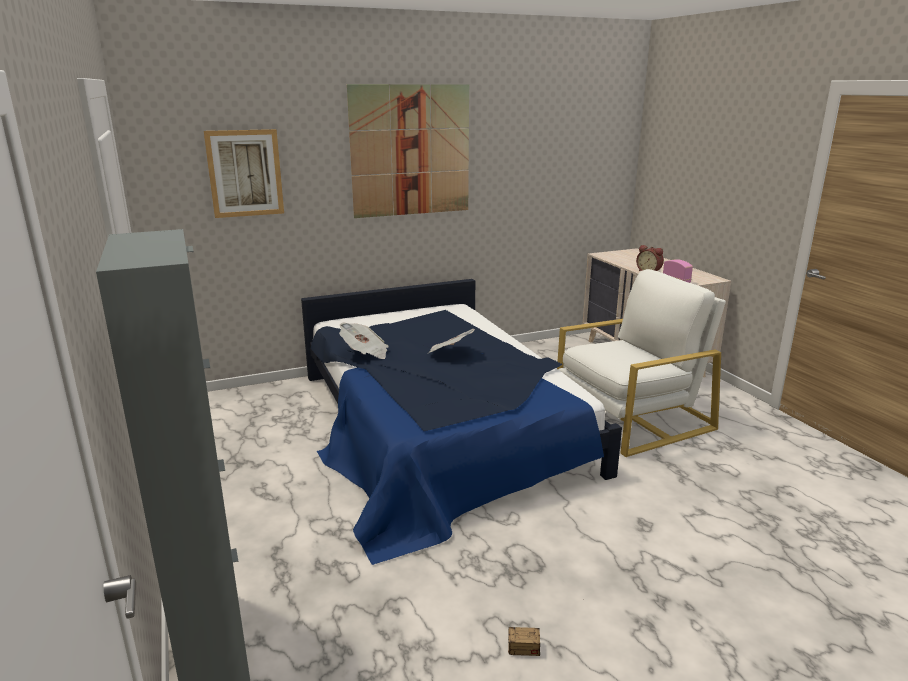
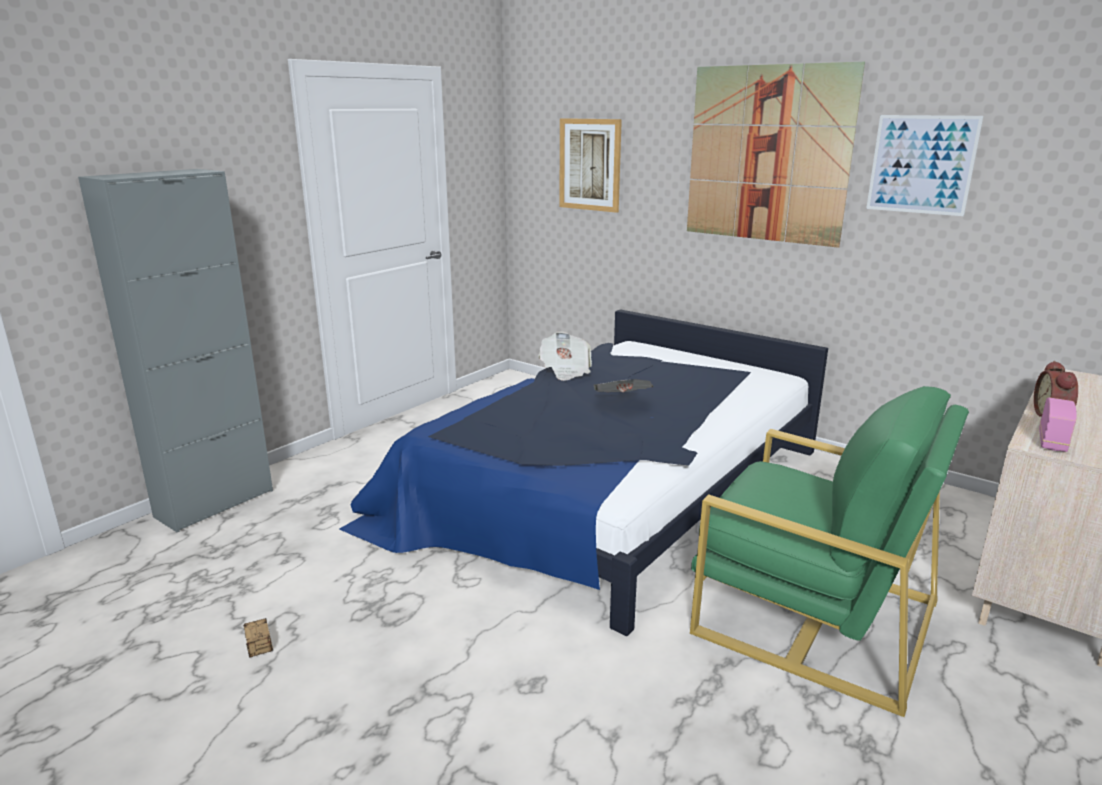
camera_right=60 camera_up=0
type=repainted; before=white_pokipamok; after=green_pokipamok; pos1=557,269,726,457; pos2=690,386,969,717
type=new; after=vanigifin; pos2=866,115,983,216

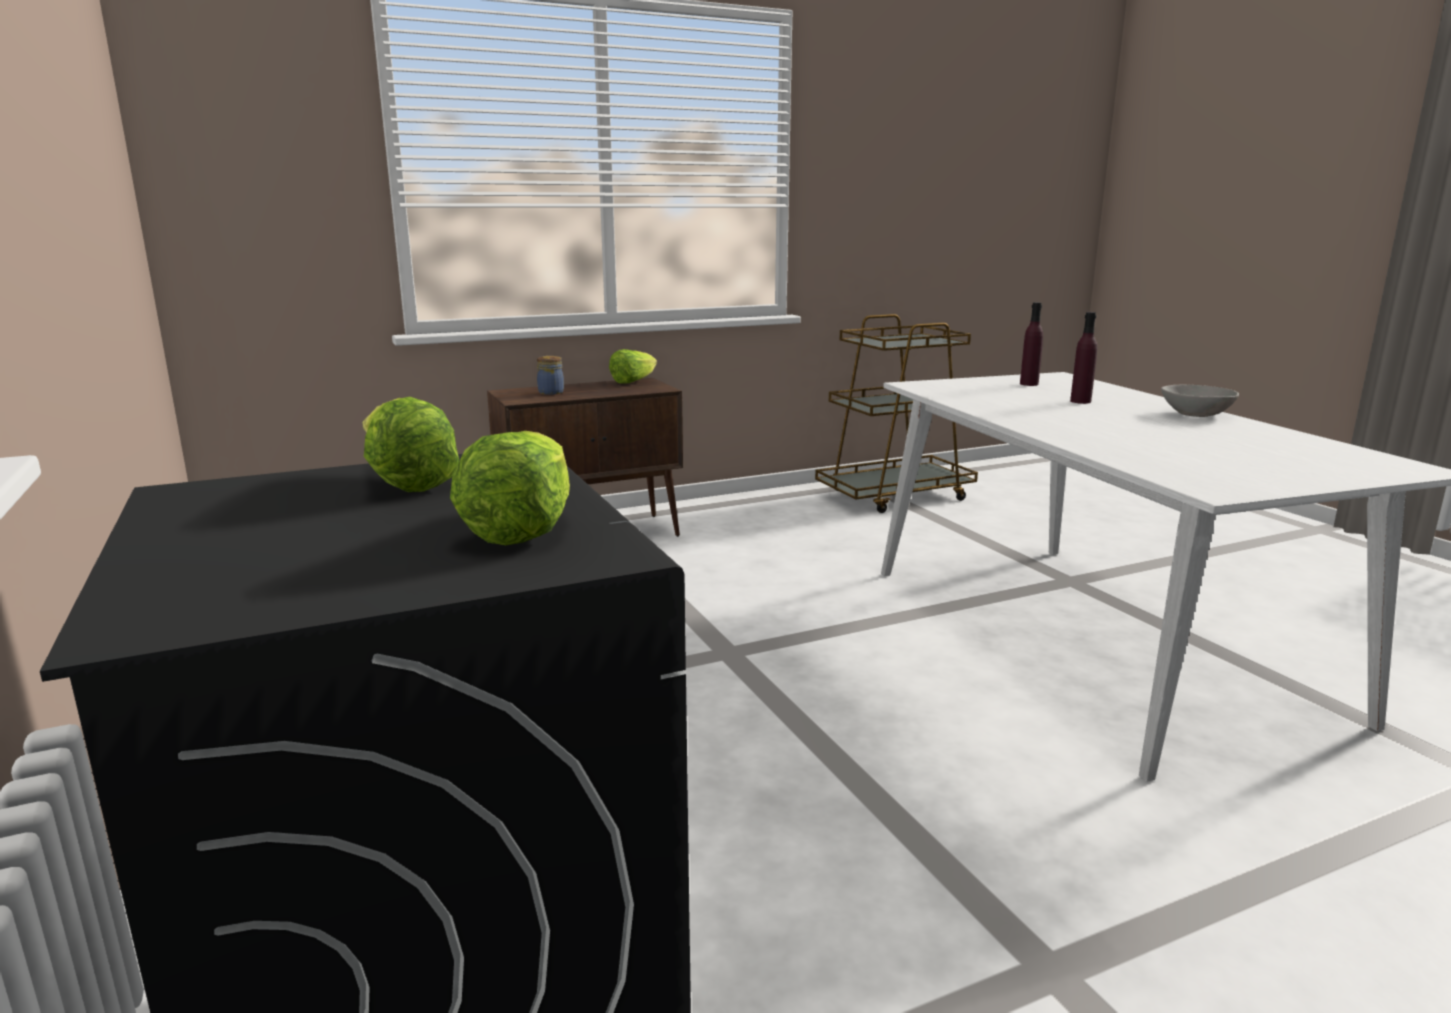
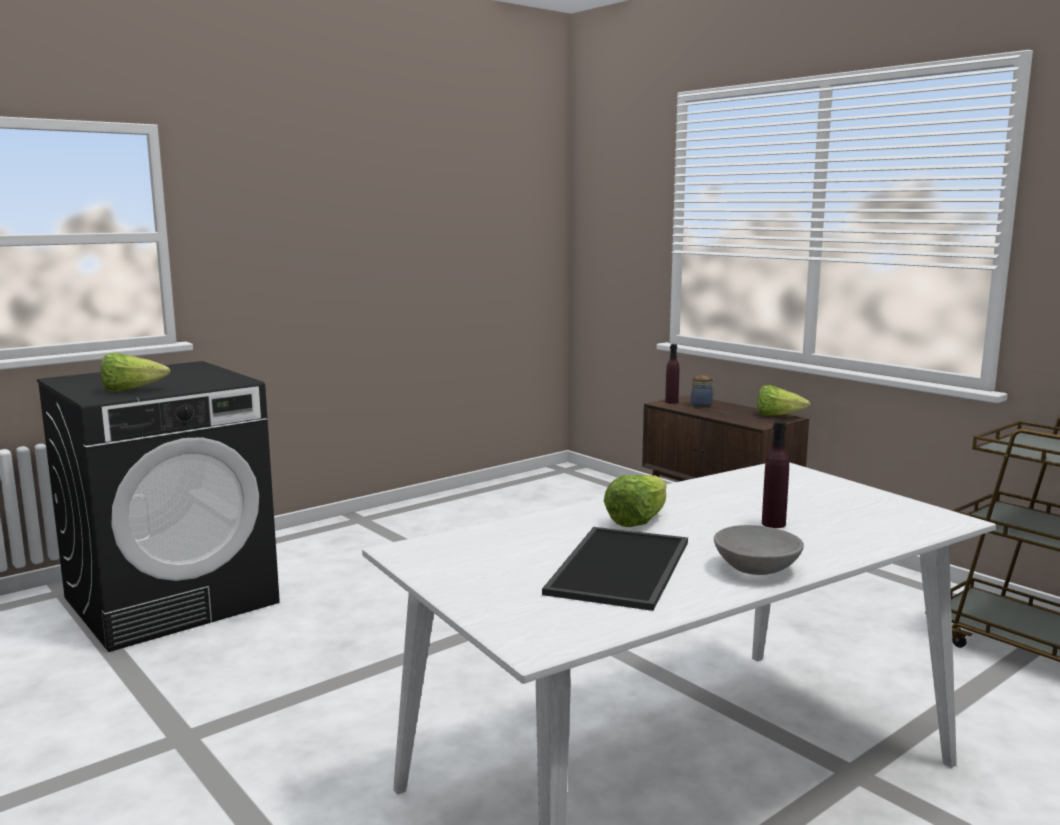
camera_right=75 camera_up=-5
type=shifted; before=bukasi; pos1=362,397,459,492; pos2=604,475,666,527
type=shifted; before=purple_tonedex; pos1=1020,302,1043,386; pos2=665,344,679,404
type=new; after=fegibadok; pos2=542,527,688,611

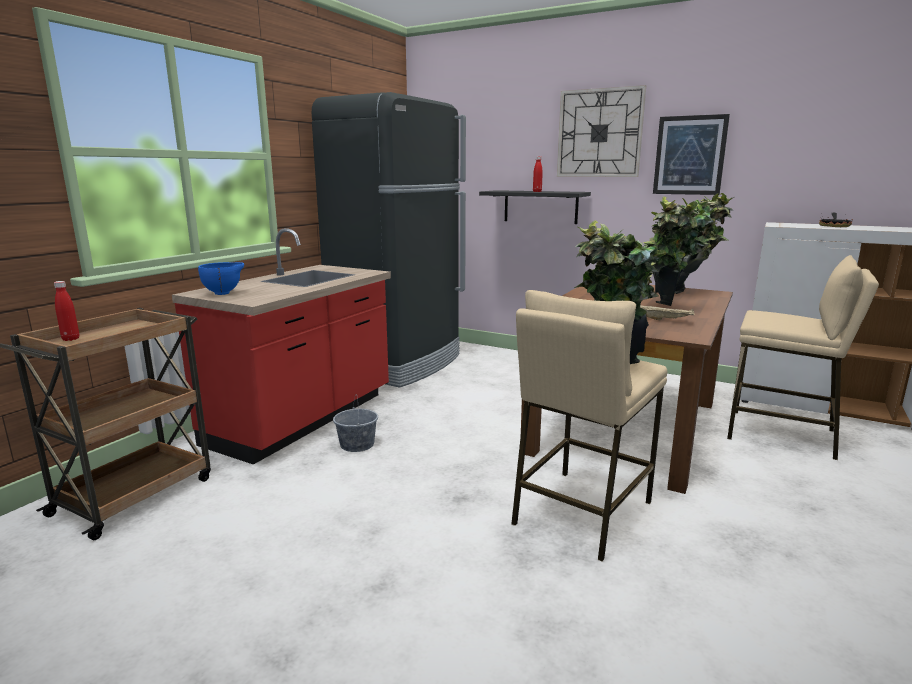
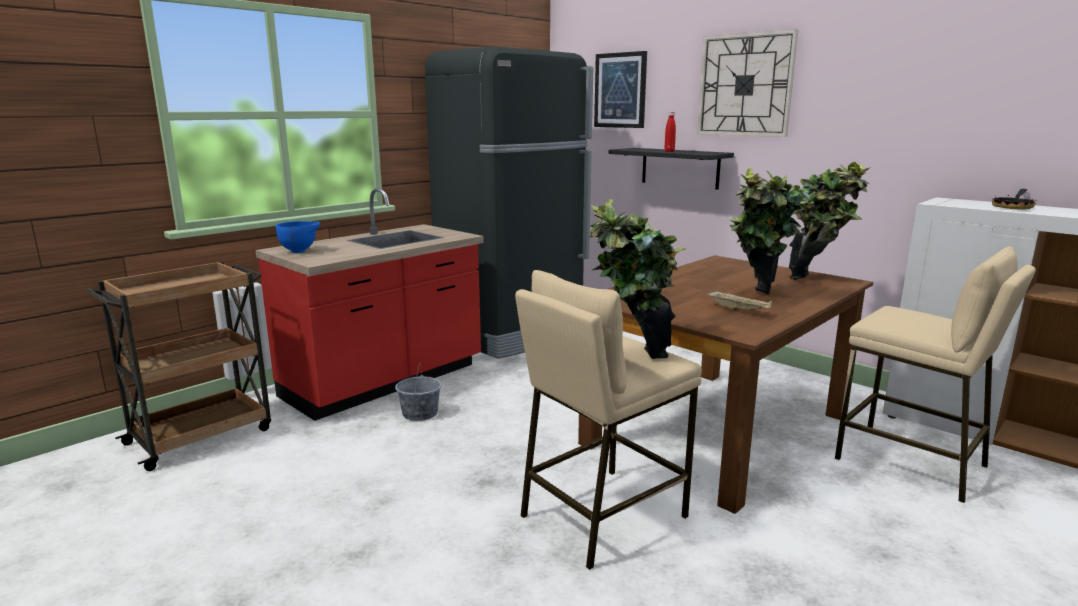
camera_right=15 camera_up=0
type=gone; before=red_tonedex; pos1=54,281,79,341
type=shifted; before=vanigifin; pos1=653,114,730,195; pos2=594,51,647,128

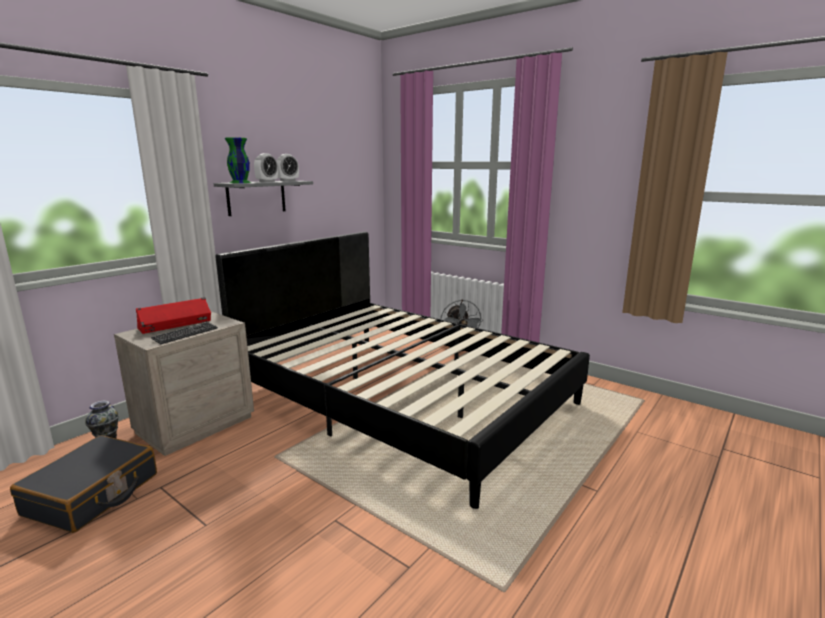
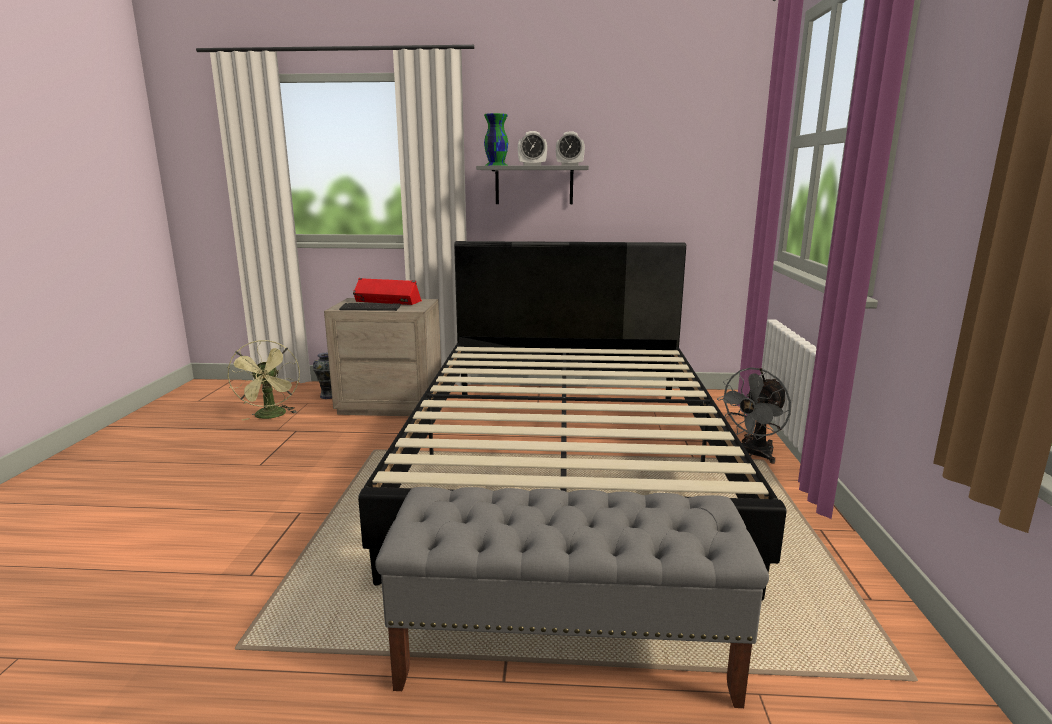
camera_right=55 camera_up=0
type=swapped; before=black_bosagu; after=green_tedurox; pos1=10,435,157,533; pos2=227,340,300,421
type=new; after=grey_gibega; pos2=375,487,769,708

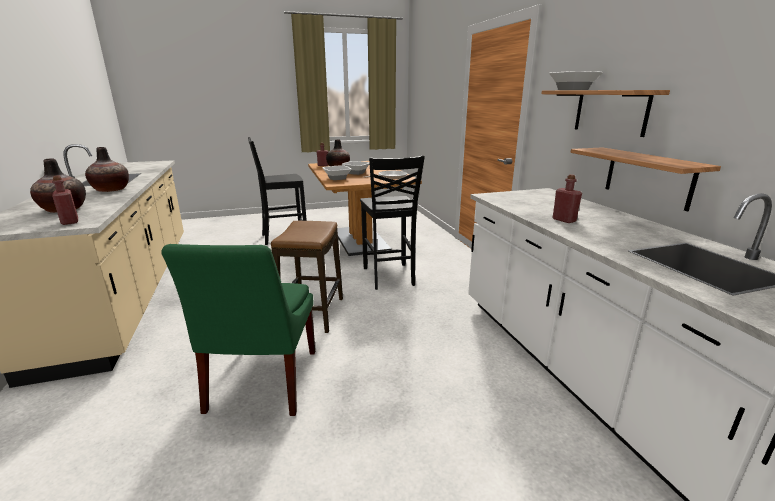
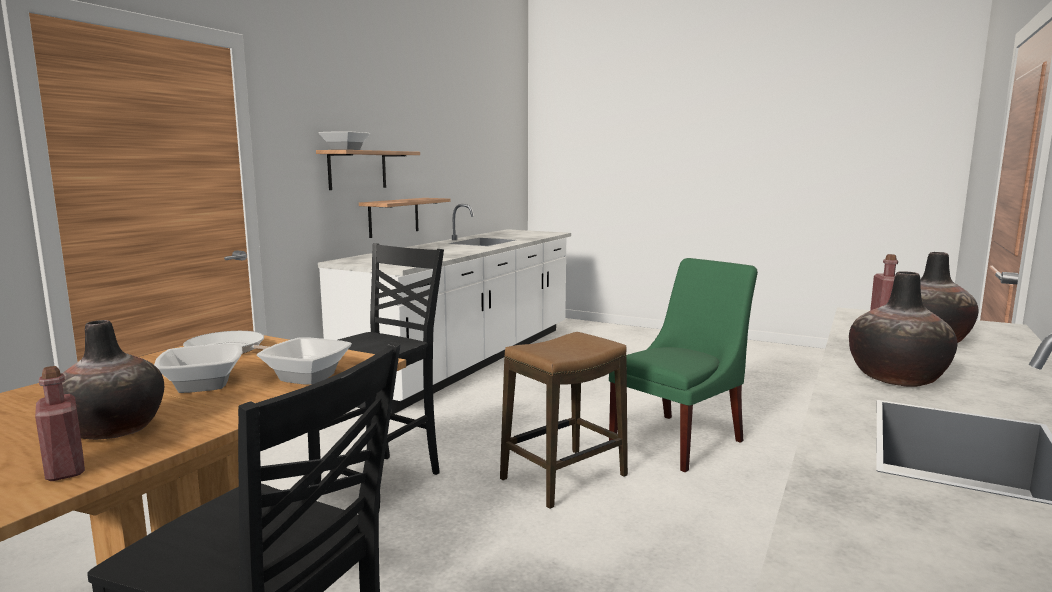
camera_right=-135 camera_up=-10
type=gone; before=red_tonedex; pos1=552,174,582,223

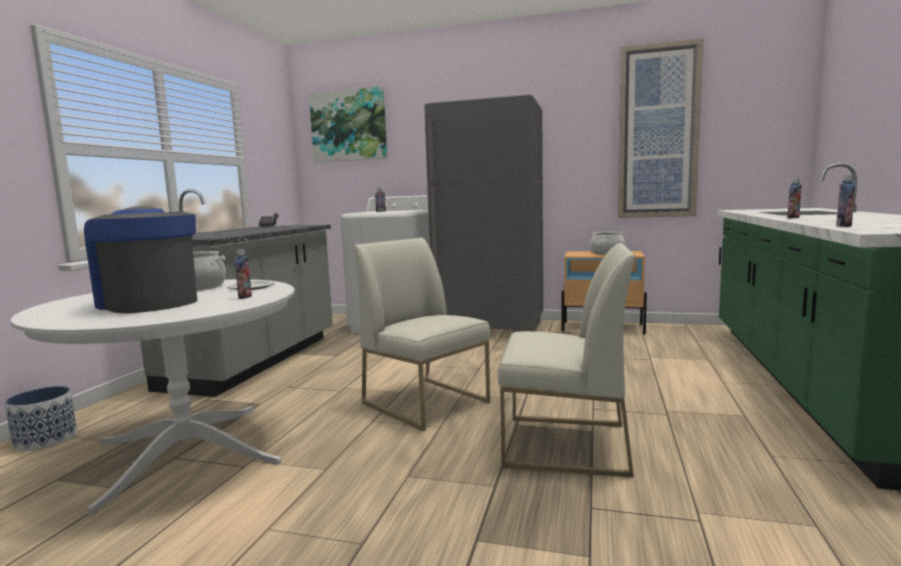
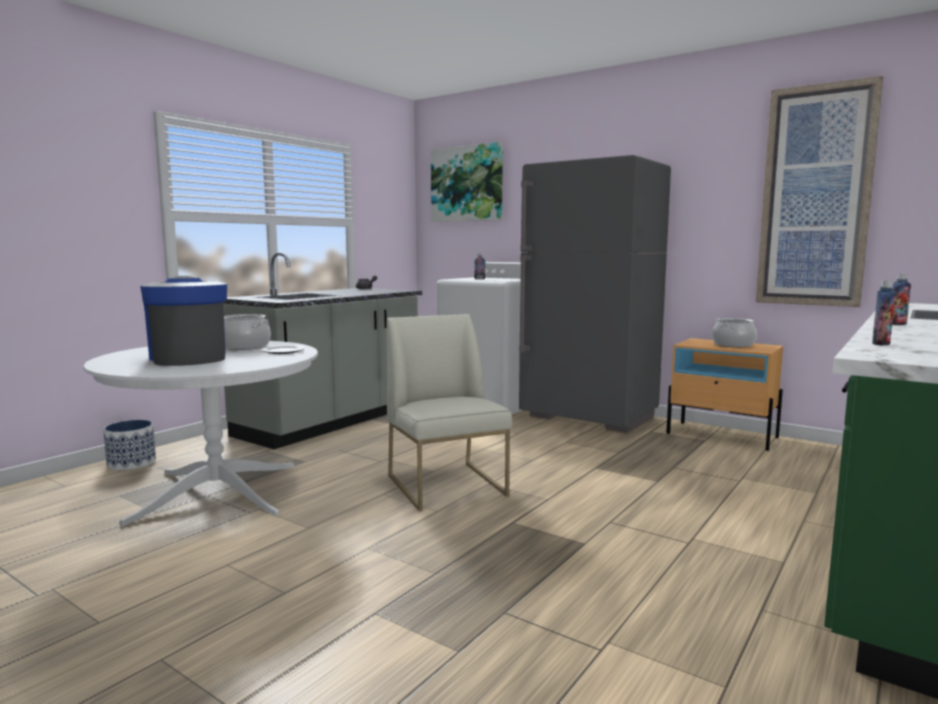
camera_right=20 camera_up=0
type=gone; before=tonedex; pos1=235,249,252,299
type=gone; before=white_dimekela; pos1=498,243,635,478

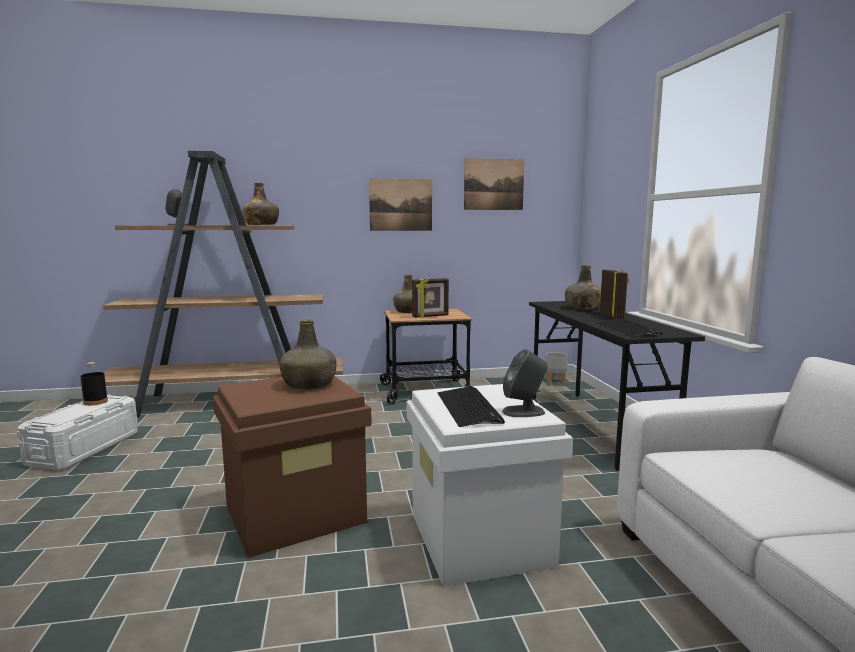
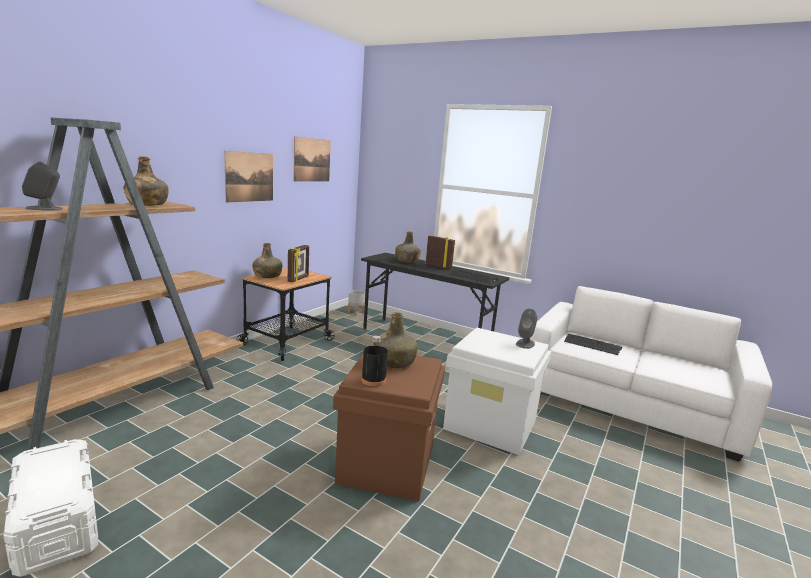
camera_right=-50 camera_up=5
type=shifted; before=black_tonedex; pos1=80,362,108,406; pos2=361,335,388,387
type=shifted; before=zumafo; pos1=438,386,505,427; pos2=564,334,622,355

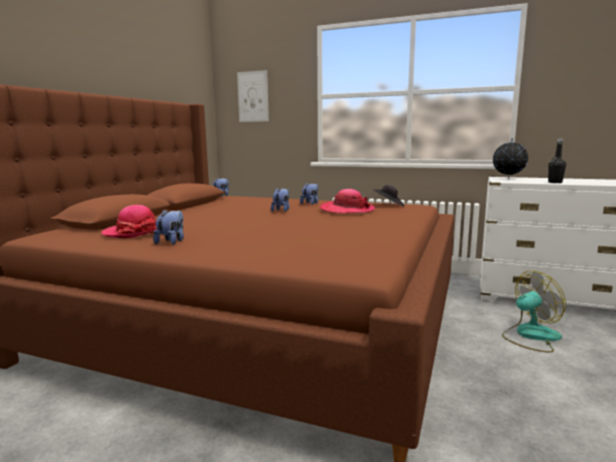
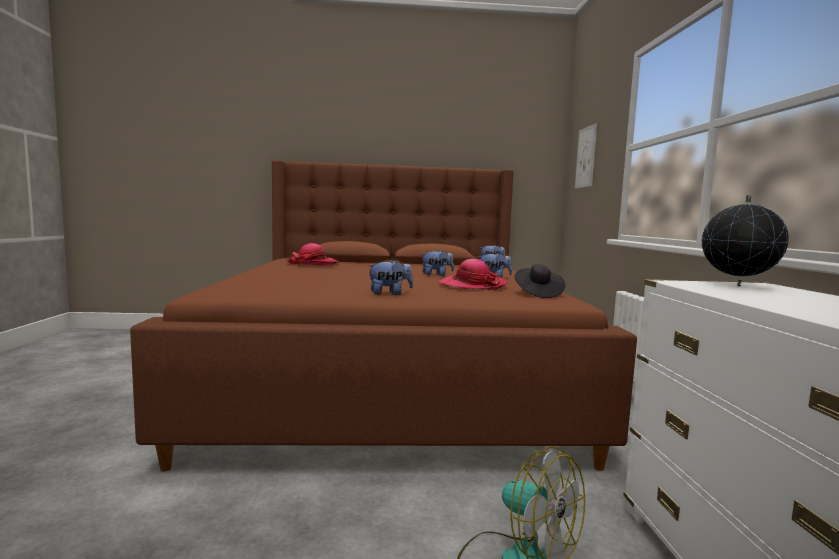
camera_right=65 camera_up=-5
type=shifted; before=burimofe; pos1=153,209,184,245; pos2=367,260,413,295
type=gone; before=black_tonedex; pos1=548,138,566,183

